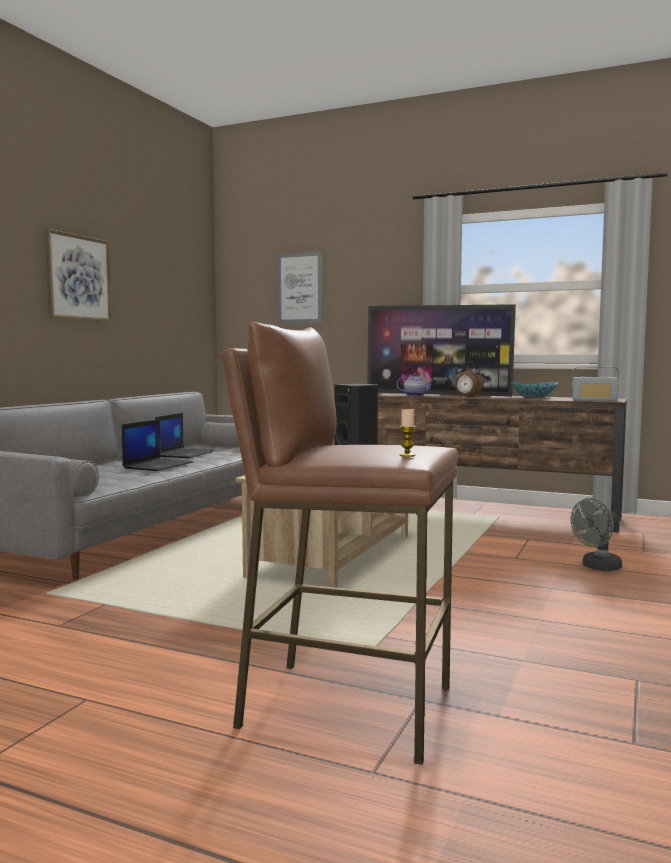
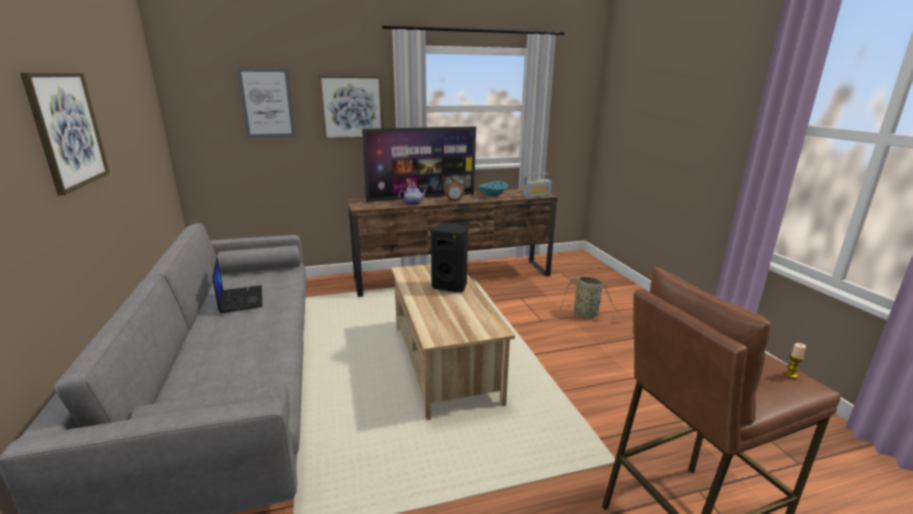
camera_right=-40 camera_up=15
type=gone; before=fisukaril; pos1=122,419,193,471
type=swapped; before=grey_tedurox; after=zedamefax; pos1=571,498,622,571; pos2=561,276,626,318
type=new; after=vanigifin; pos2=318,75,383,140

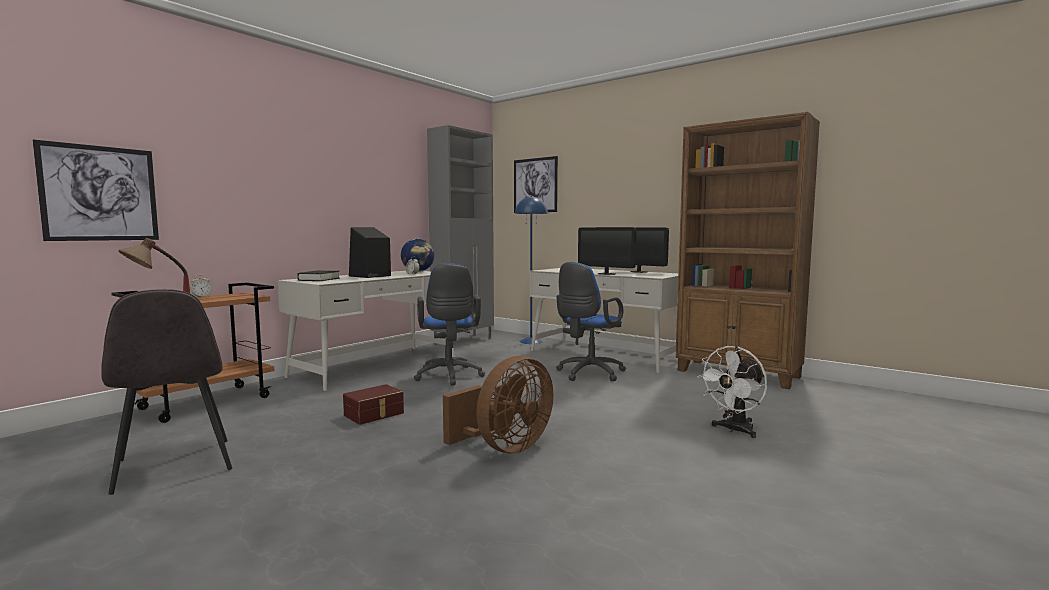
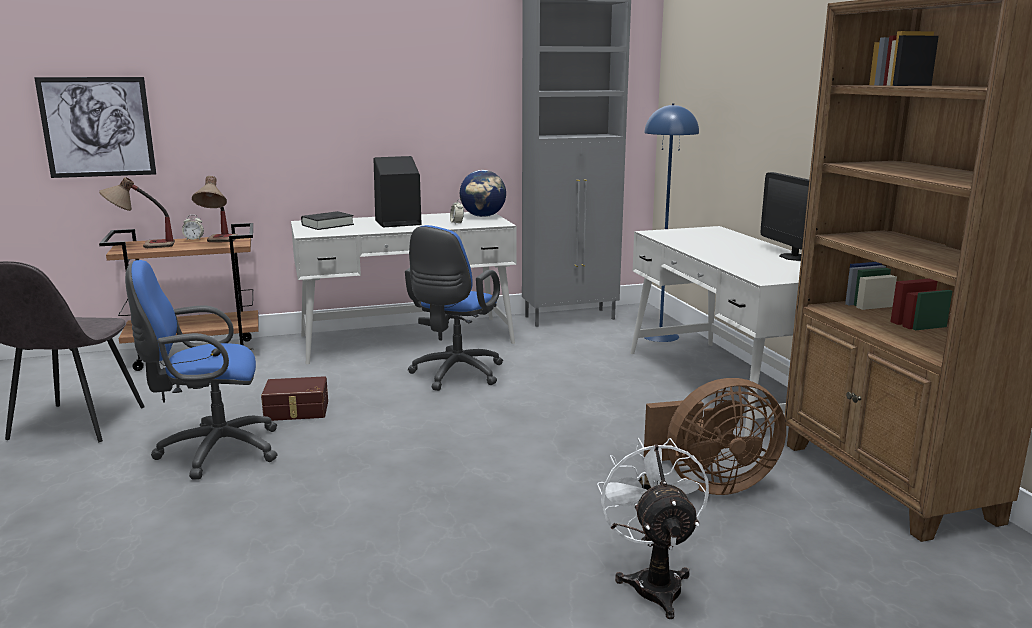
camera_right=35 camera_up=10
type=shifted; before=brown_tedurox; pos1=443,356,553,453; pos2=644,378,786,495
type=gone; before=vanigifin; pos1=514,156,558,213
type=shifted; before=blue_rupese; pos1=556,262,626,381; pos2=125,260,278,480
type=gone; before=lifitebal; pos1=578,227,637,275
type=rotated; before=white_tedurox; pos1=697,346,767,438; pos2=597,438,709,619; turn=90
type=new; after=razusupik; pos2=192,176,238,242

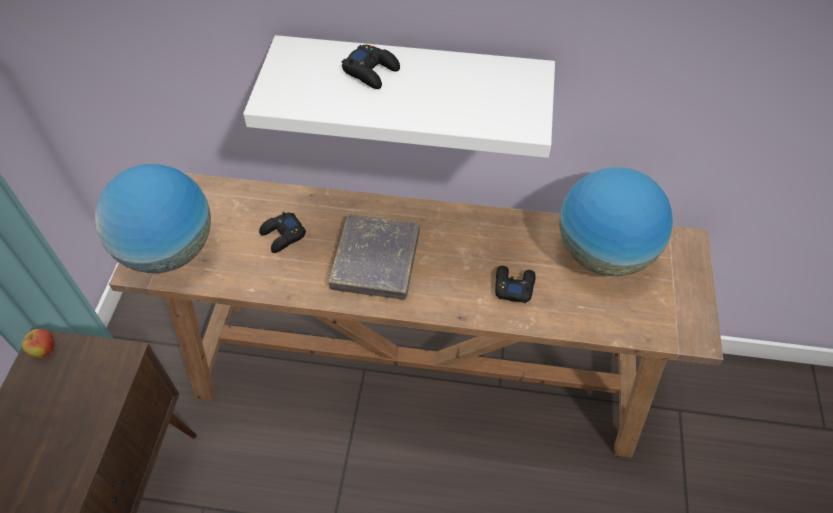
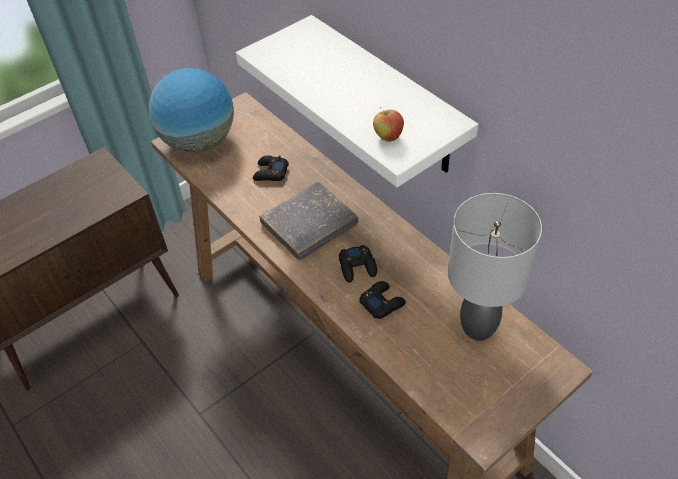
camera_right=45 camera_up=-5
type=shifted; before=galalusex; pos1=21,329,54,358; pos2=373,107,404,142
type=shifted; before=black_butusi; pos1=342,45,400,89; pos2=339,245,377,282
type=swapped; before=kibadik; after=grey_razusupik; pos1=559,167,673,276; pos2=448,193,542,341

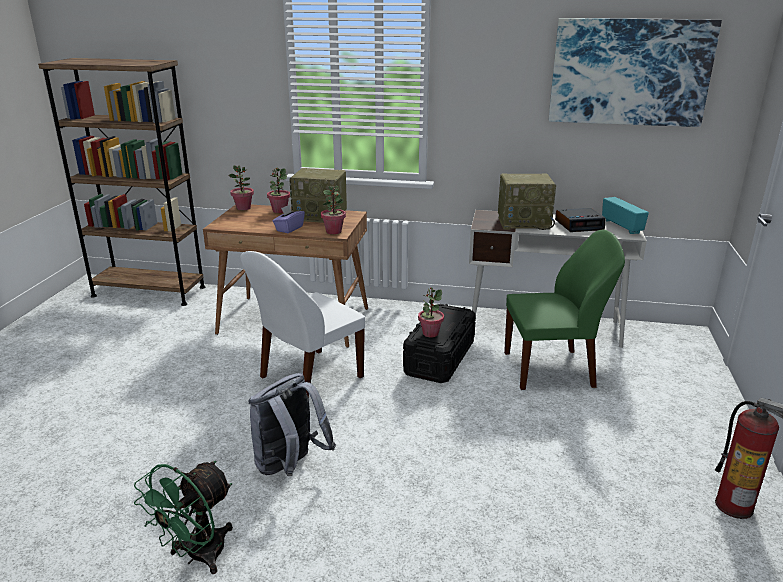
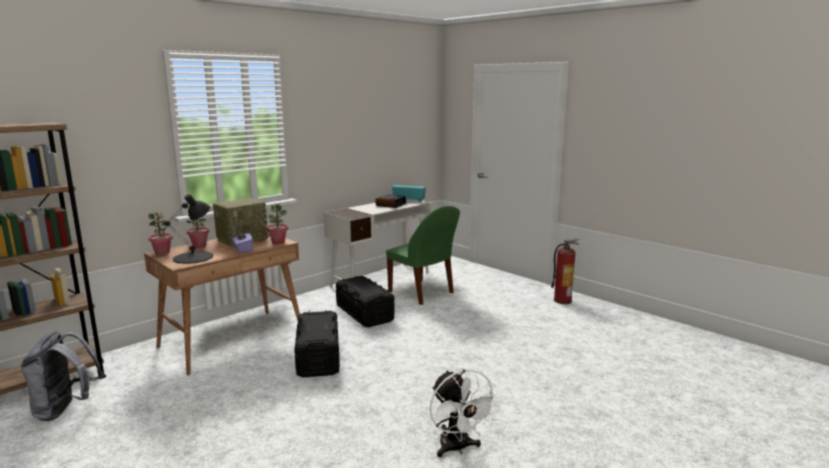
camera_right=-55 camera_up=-10
type=repainted; before=green_tedurox; after=white_tedurox; pos1=134,461,233,574; pos2=430,369,500,457
type=swapped; before=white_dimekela; after=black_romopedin; pos1=240,251,365,398; pos2=294,310,340,377
type=shifted; before=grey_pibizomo; pos1=248,373,336,476; pos2=21,331,104,421
type=gone; before=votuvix; pos1=418,287,444,337
type=gone; before=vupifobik; pos1=498,173,556,230
type=rotated; before=green_dimekela; pos1=504,229,625,390; pos2=386,206,460,305; turn=105
type=gone; before=vanigifin; pos1=549,18,722,127
type=new; after=black_razusupik; pos2=164,194,213,264

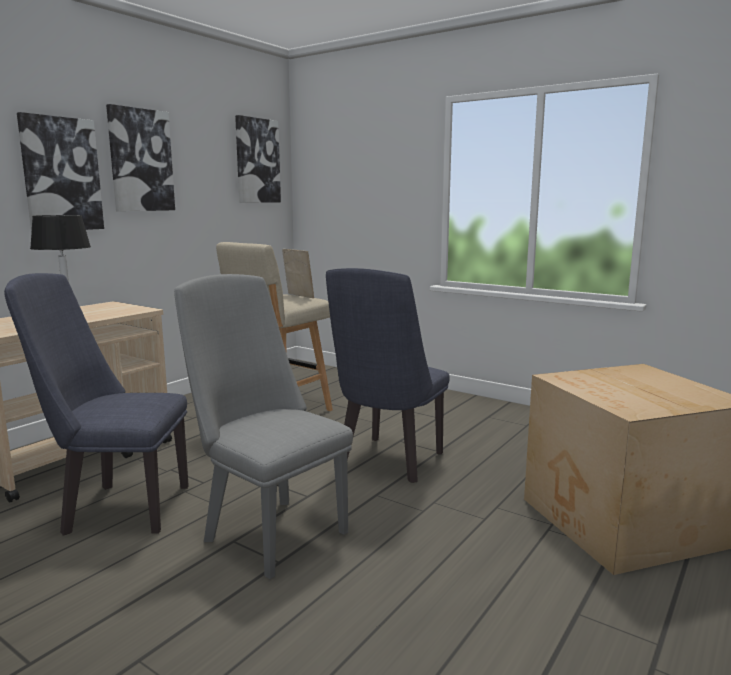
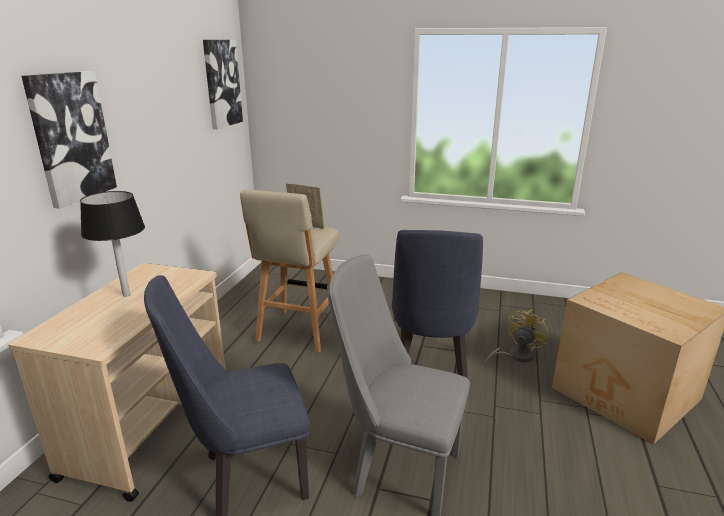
camera_right=-20 camera_up=10
type=gone; before=vanigifin; pos1=106,104,175,211
type=new; after=yellow_tedurox; pos2=485,310,548,363

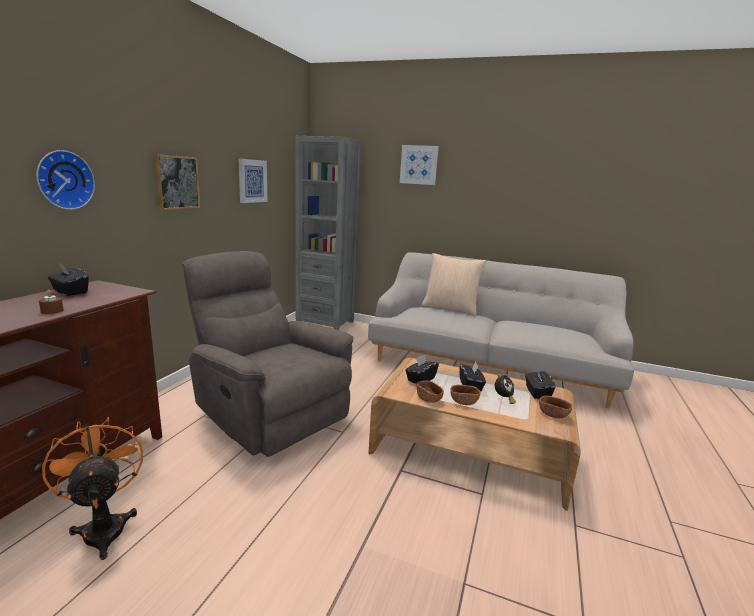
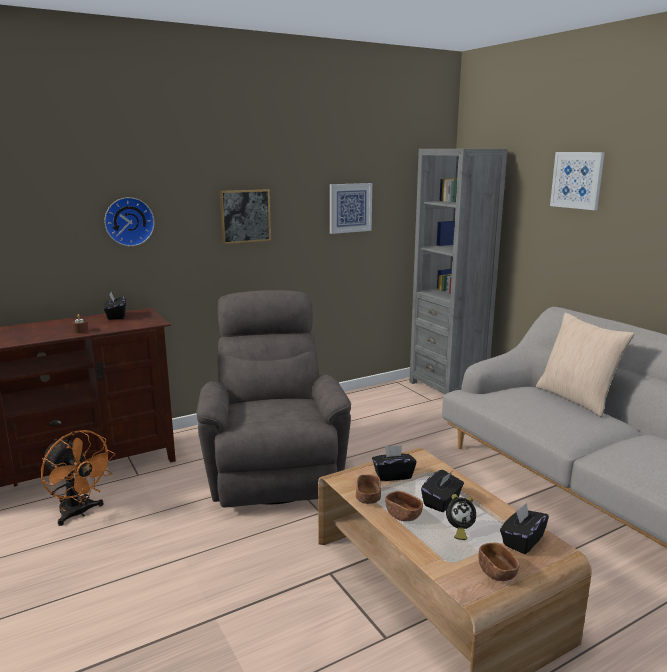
camera_right=40 camera_up=0
type=rotated; before=orange_tedurox; pos1=42,417,143,560; pos2=41,430,115,526; turn=120

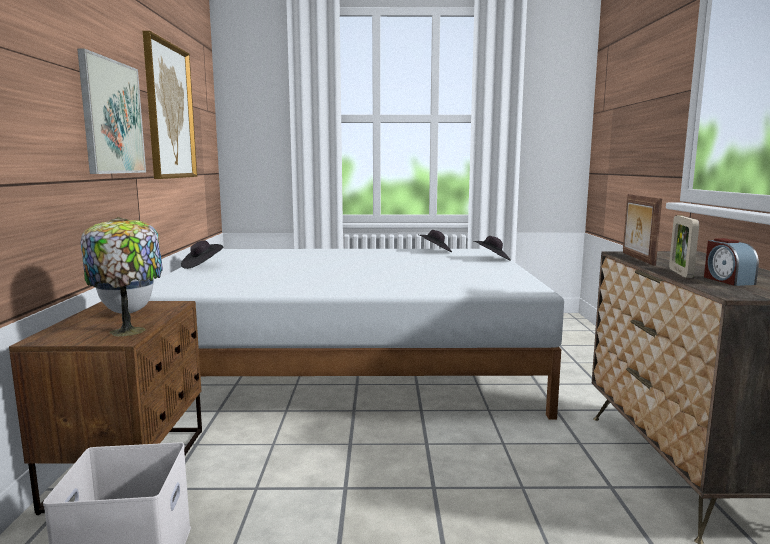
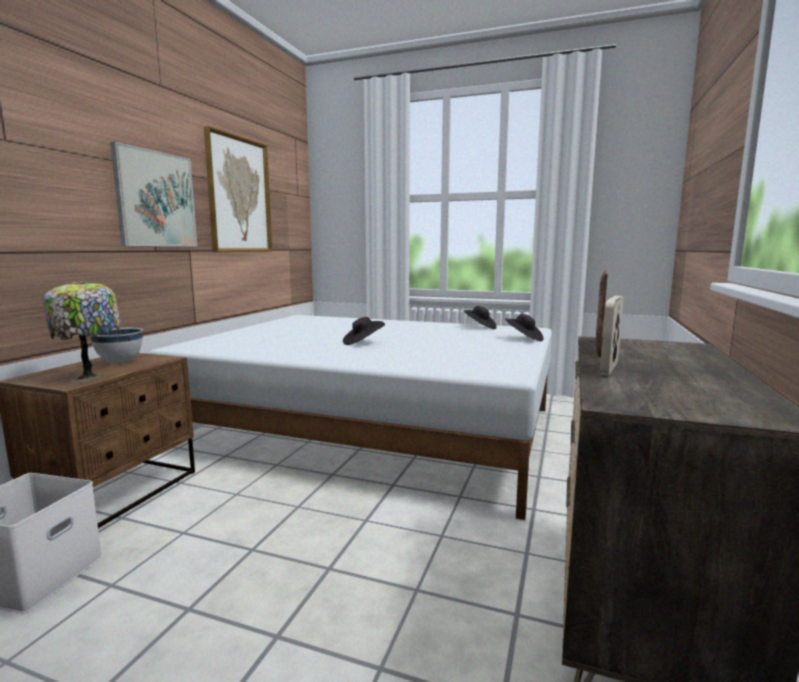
camera_right=20 camera_up=0
type=shifted; before=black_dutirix; pos1=181,240,224,269; pos2=343,317,385,345
type=gone; before=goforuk; pos1=704,238,759,286

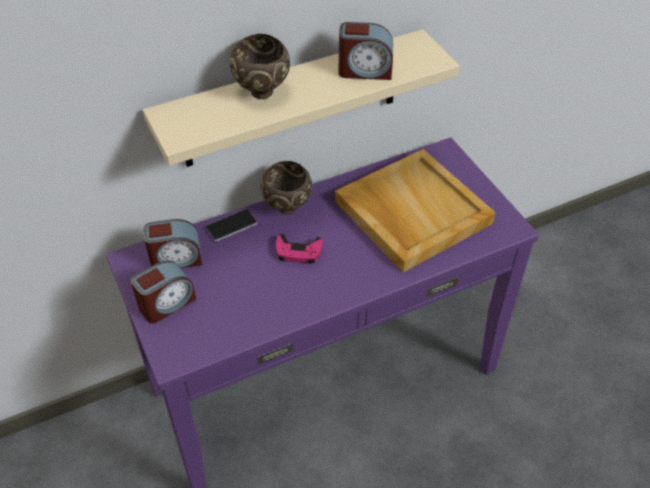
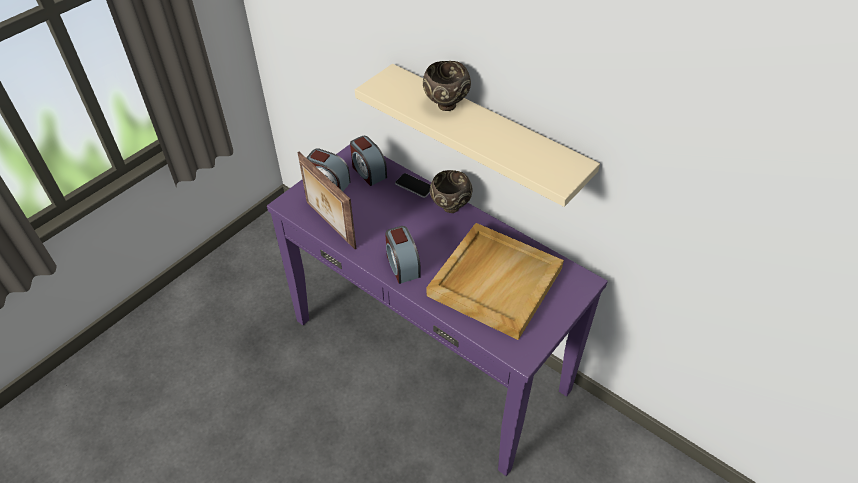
camera_right=65 camera_up=0
type=gone; before=pink_butusi; pos1=276,234,323,264
type=shifted; before=goforuk; pos1=338,22,393,80; pos2=385,226,421,284
type=new; after=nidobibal; pos2=298,152,356,249

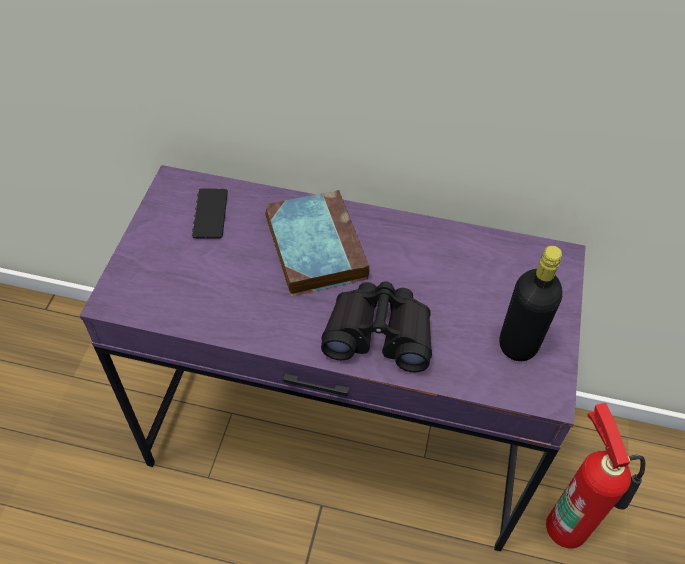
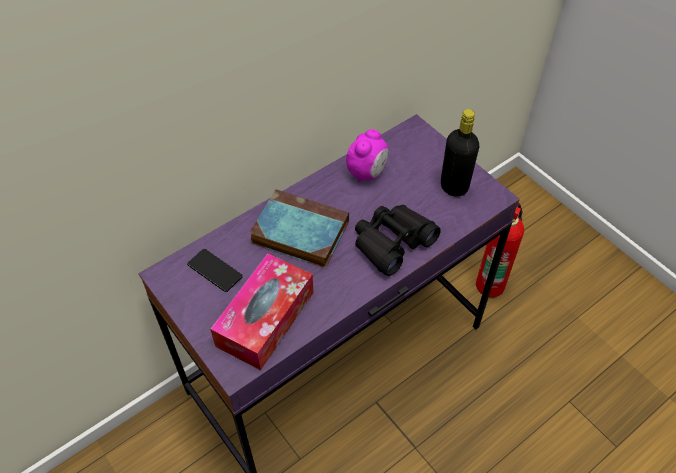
camera_right=-50 camera_up=0
type=new; after=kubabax; pos2=210,253,313,370
type=new; after=goforuk; pos2=346,129,389,182

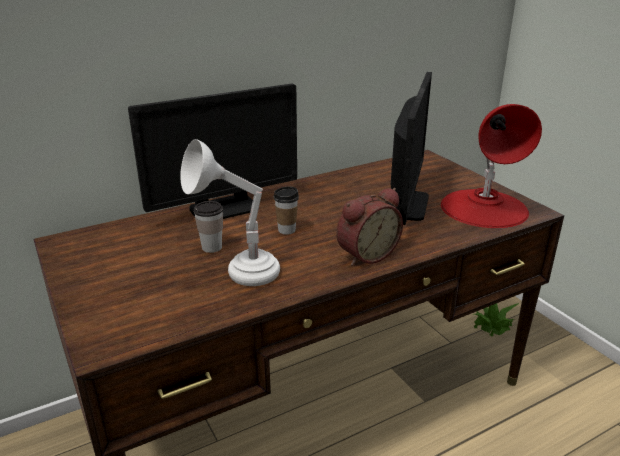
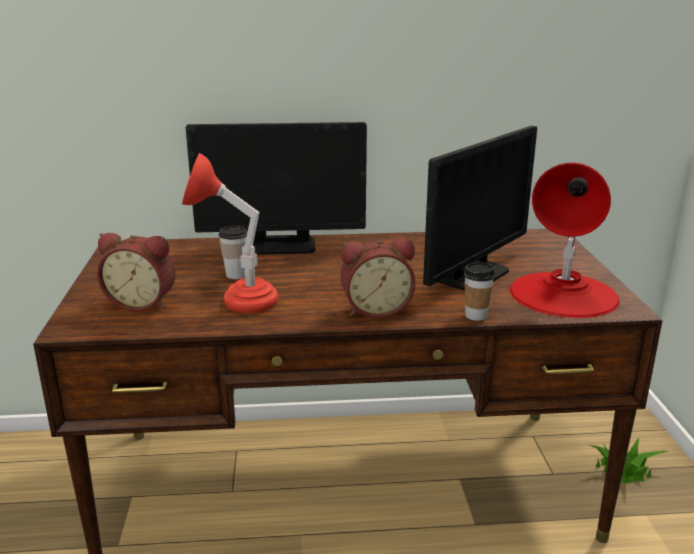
camera_right=25 camera_up=-5
type=repainted; before=white_razusupik; after=red_razusupik; pos1=180,139,280,286; pos2=182,153,278,313
type=shifted; before=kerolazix; pos1=274,186,299,235; pos2=464,262,495,321
type=new; after=goforuk; pos2=97,233,176,312

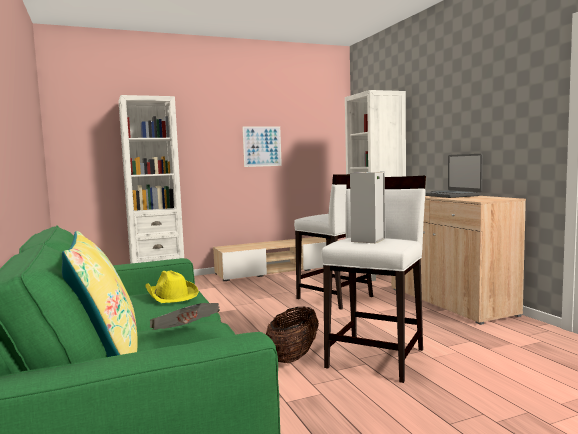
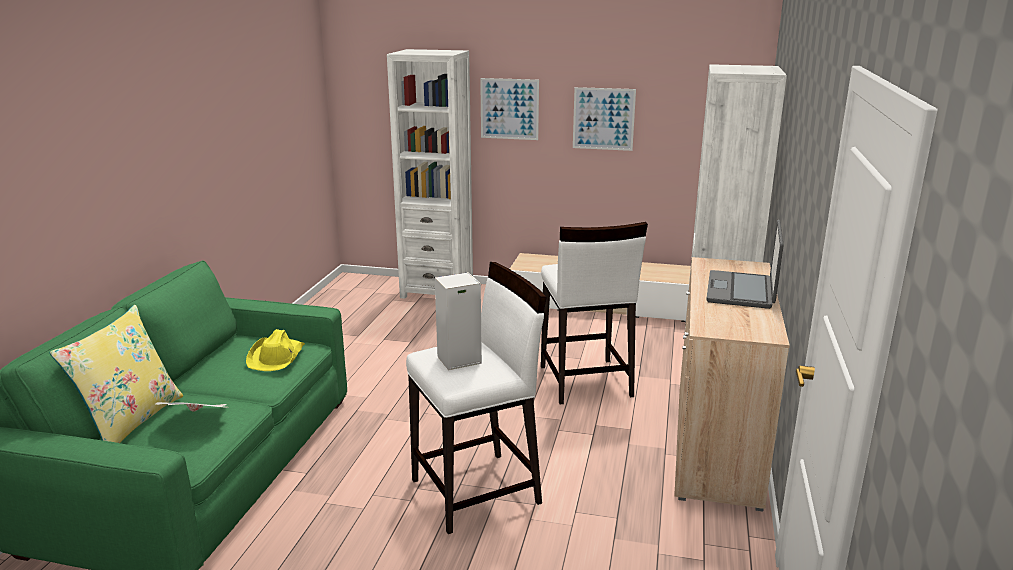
camera_right=35 camera_up=15
type=gone; before=zedamefax; pos1=266,307,319,363
type=new; after=vanigifin; pos2=480,78,539,140

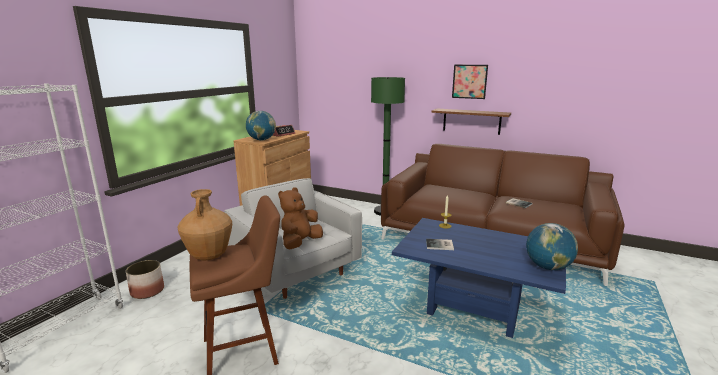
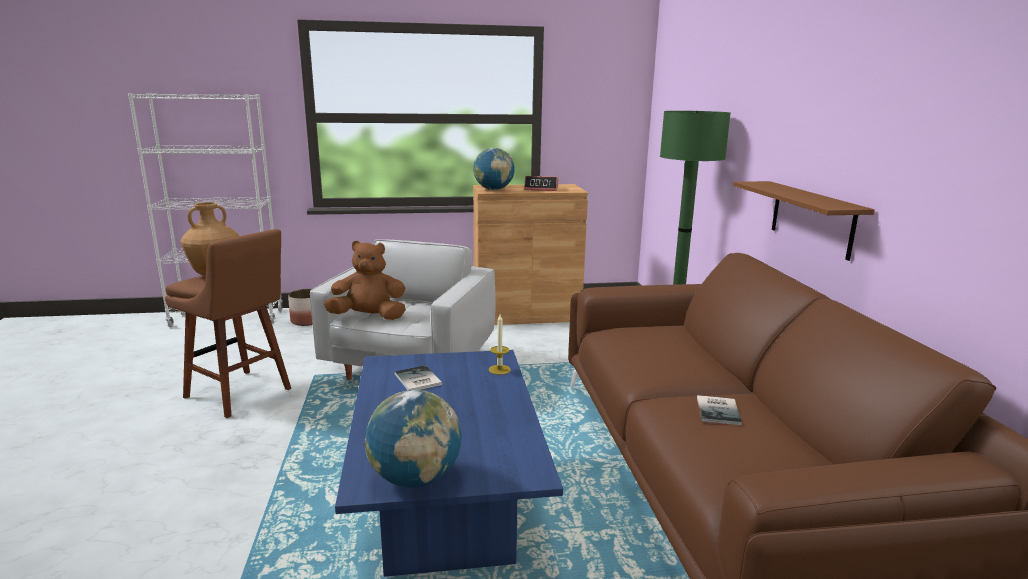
camera_right=55 camera_up=0
type=gone; before=vanigifin; pos1=452,65,488,99

